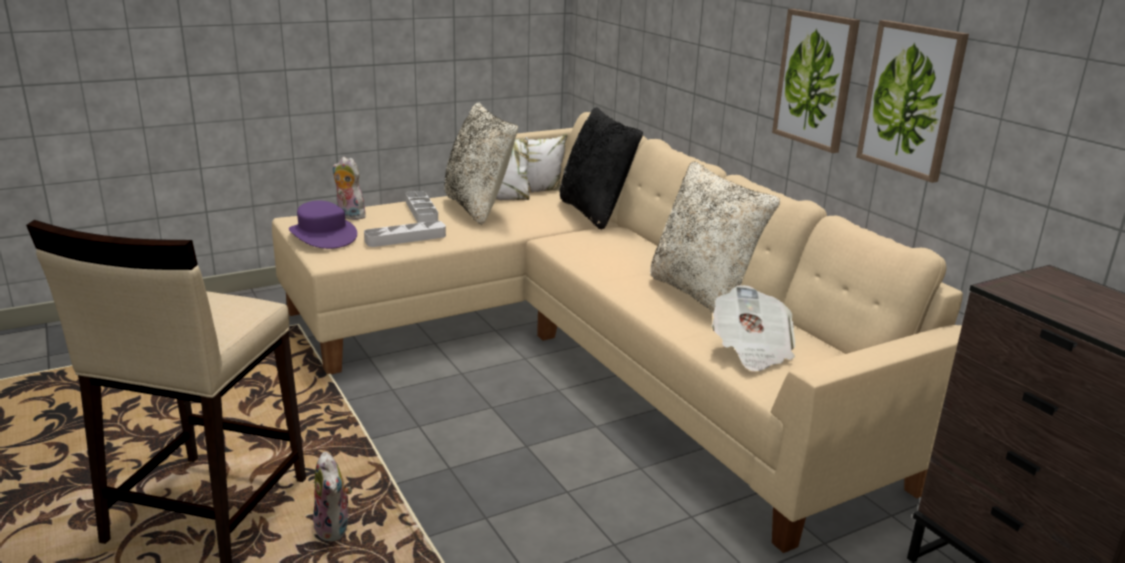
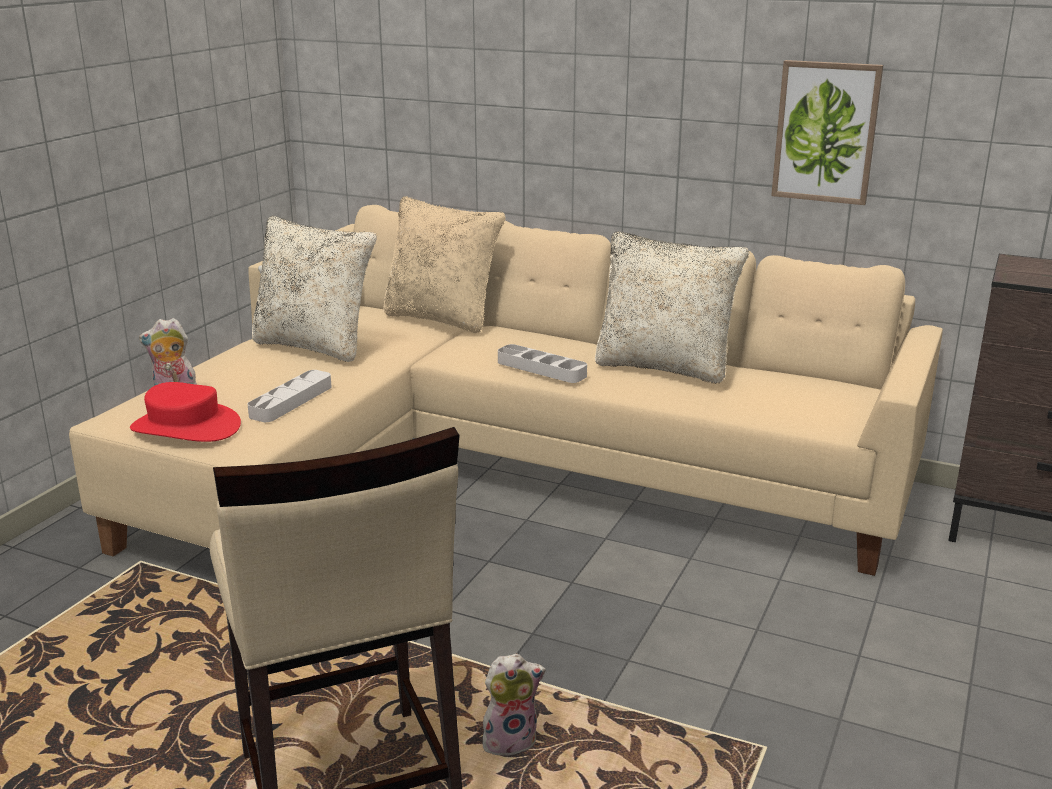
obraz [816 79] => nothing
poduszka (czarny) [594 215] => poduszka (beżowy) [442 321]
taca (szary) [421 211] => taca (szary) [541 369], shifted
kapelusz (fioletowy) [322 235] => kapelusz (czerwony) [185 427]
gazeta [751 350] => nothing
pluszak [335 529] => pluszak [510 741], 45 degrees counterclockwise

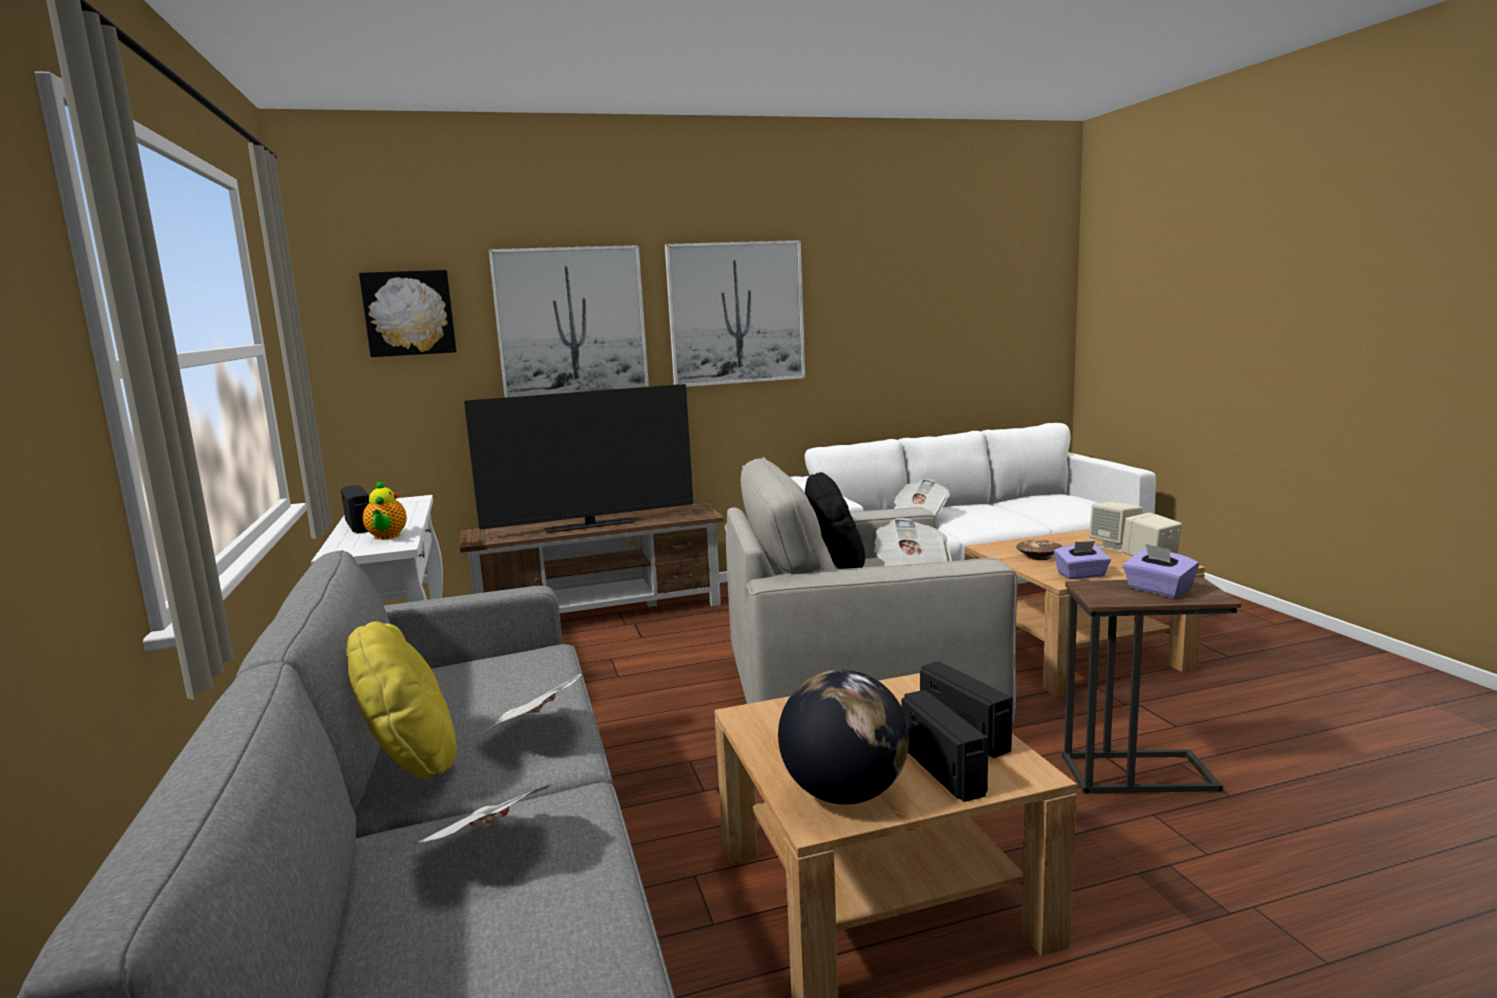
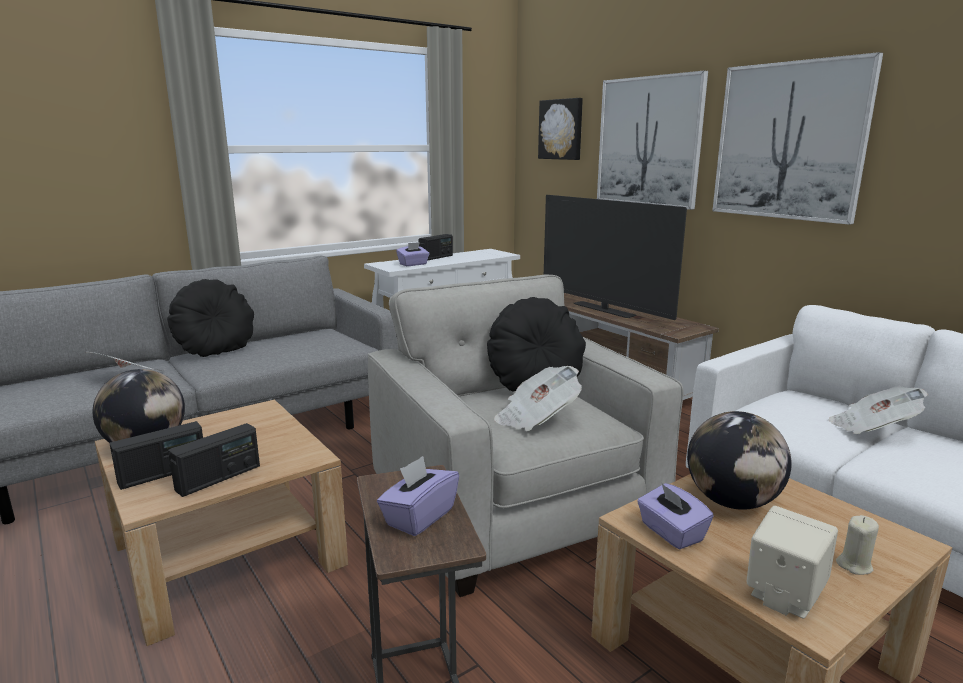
imbryk [386 537] => pudełko chusteczek (fioletowy) [413 264]
głośnik (beżowy) [1115 547] => świeca (beżowy) [854 565]
miska (brązowy) [1039 556] => globus [732 502]
poduszka (żółty) [412 766] => poduszka (czarny) [216 352]
gazeta [534 732] => nothing

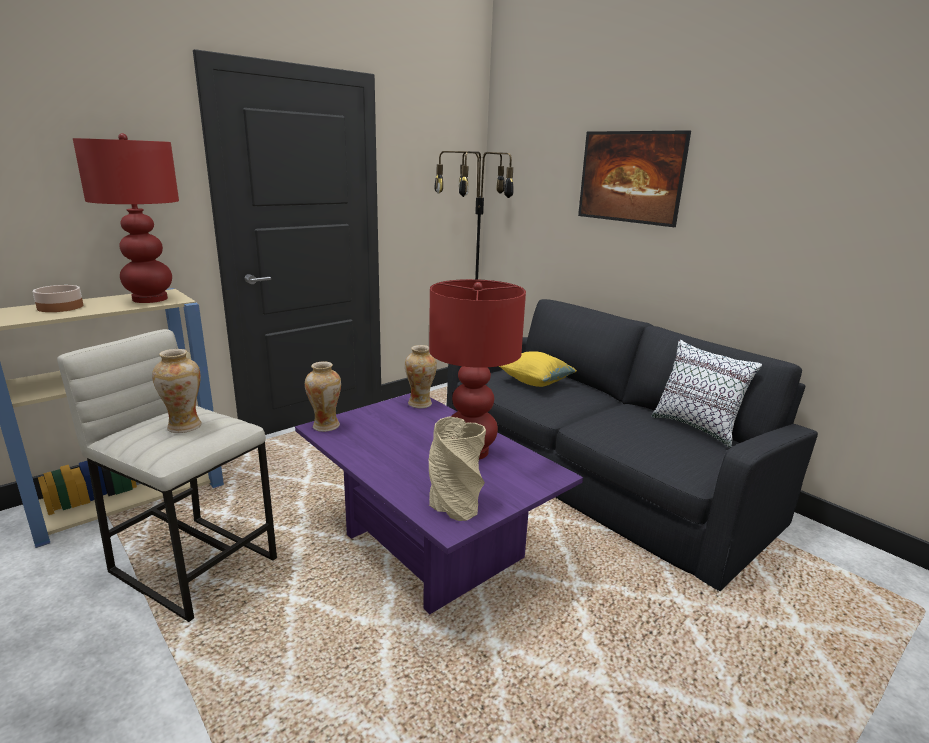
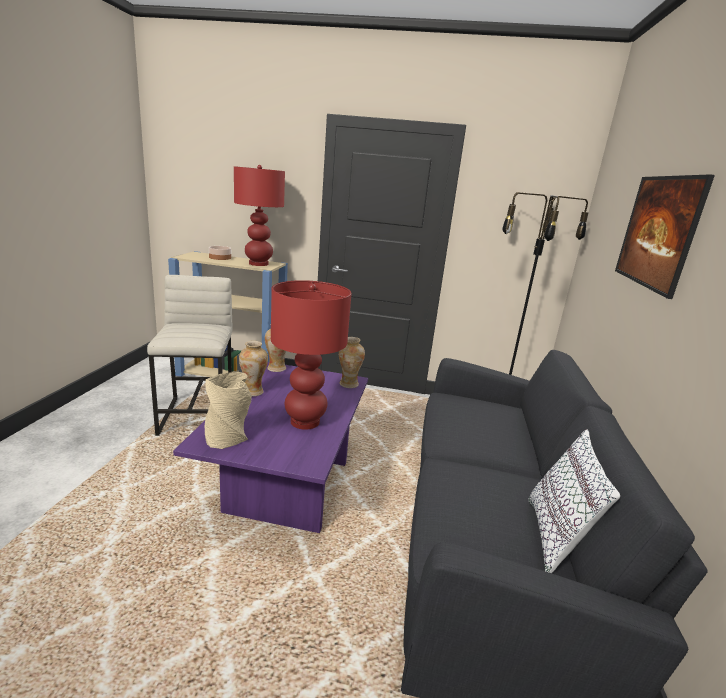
wazon [184 426] => wazon [253 392], shifted
poduszka (żółty) [535 382] => nothing

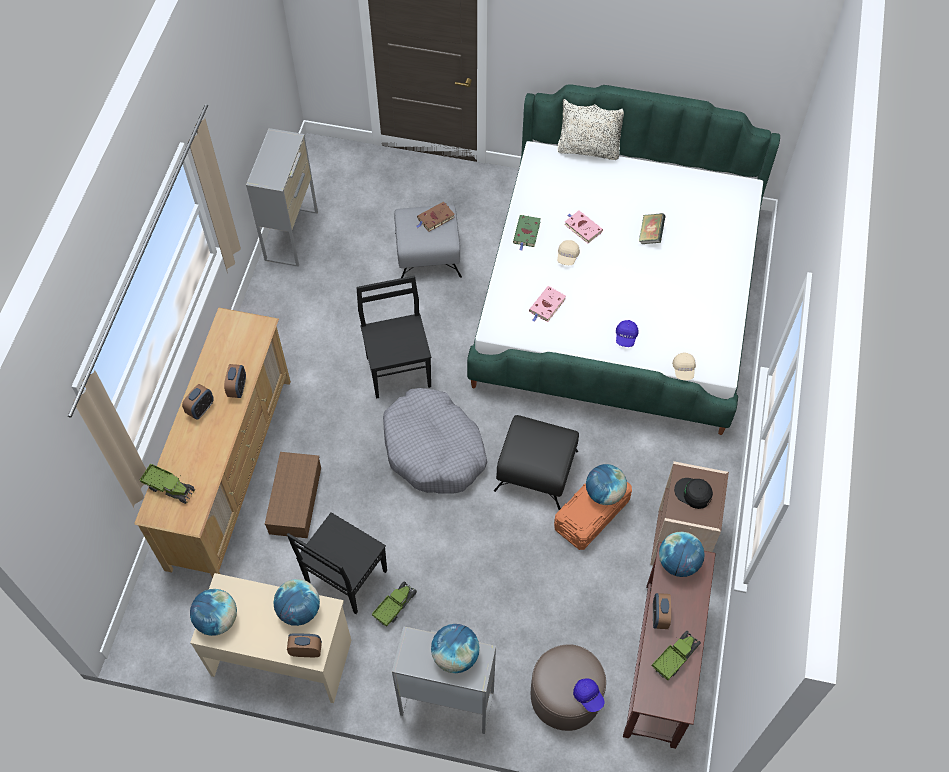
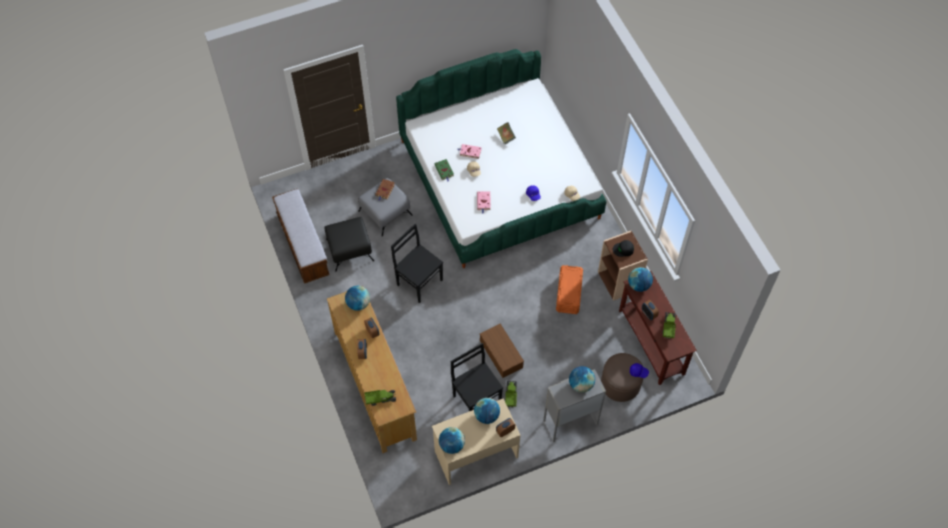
poduszka (beżowy) [589 150] => nothing
szafka (szary) [293 235] => ławka [303 245]
legowisko (szary) [434 449] => nothing
pufa (czarny) [535 470] => pufa (czarny) [349 249], shifted
pojemnik do przechowywania (brązowy) [294 499] => pojemnik do przechowywania (brązowy) [500 353], shifted
globus [604 493] => globus [358 304], shifted
krzesło (czarny) [345 578] => krzesło (czarny) [476 398], 150 degrees clockwise

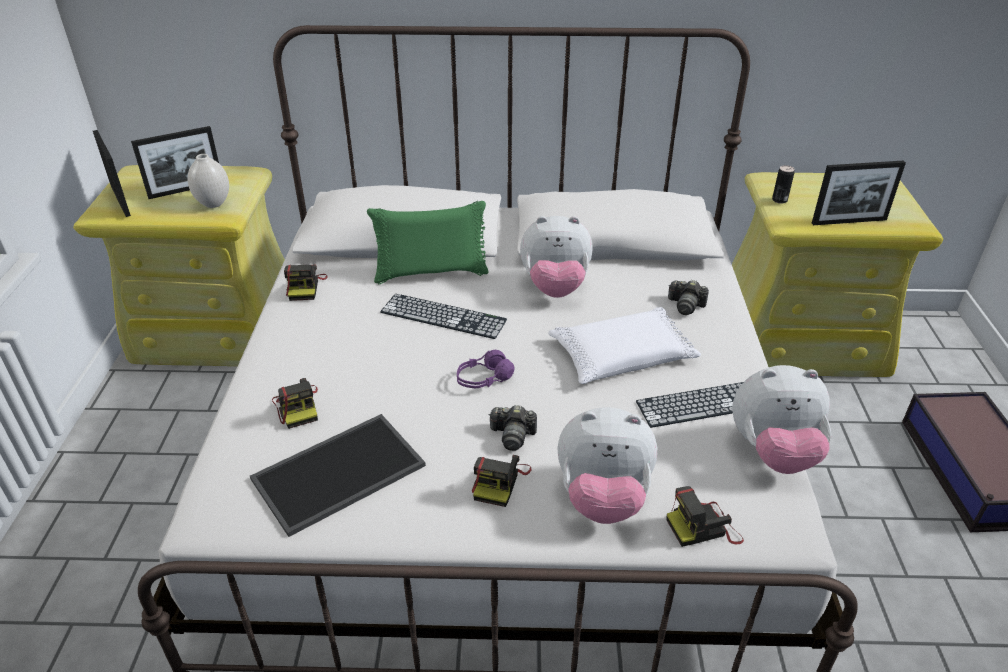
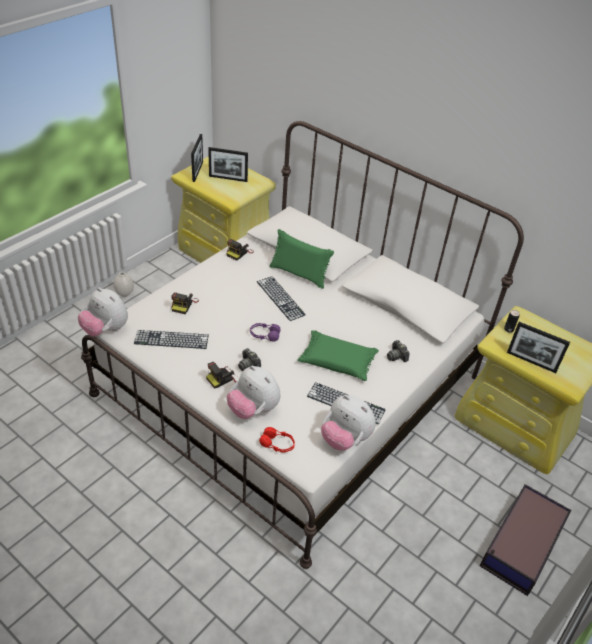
wazon (biały) [213 203] => wazon (biały) [125 294], shifted
pluszak [555 288] => pluszak [106 329], shifted
poduszka (biały) [622 352] => poduszka (zielony) [337 359]
taca [338 474] => klawiatura [171 339]
aparat fotograficzny [704 527] => słuchawki (czerwony) [277 444]

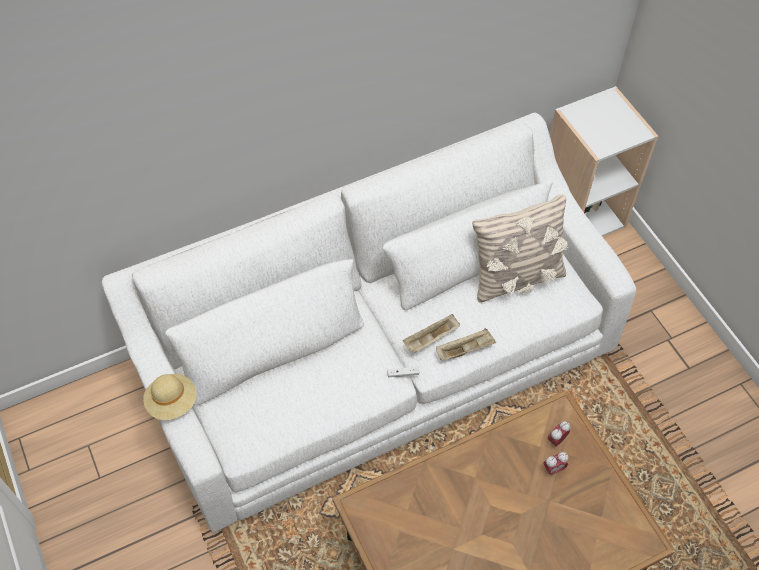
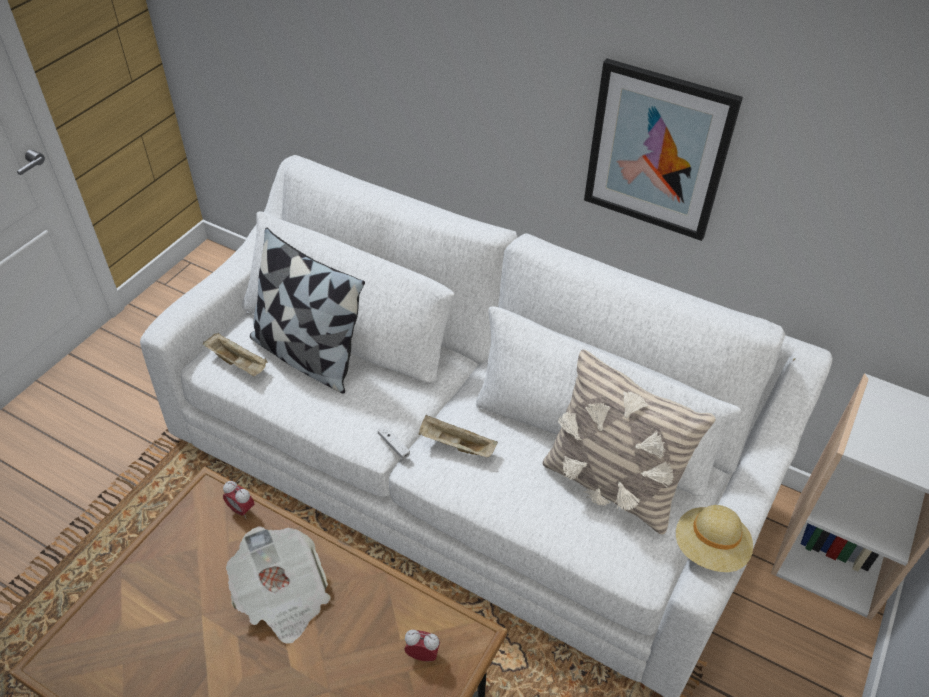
taca (beżowy) [465 349] => taca (beżowy) [238 363], shifted
kapelusz (beżowy) [172 402] => kapelusz (beżowy) [710 549], shifted
budzik [553 469] => budzik [241 509], shifted
nothing => obraz [657 151]
nothing => poduszka [307 355]
nothing => gazeta [282 596]

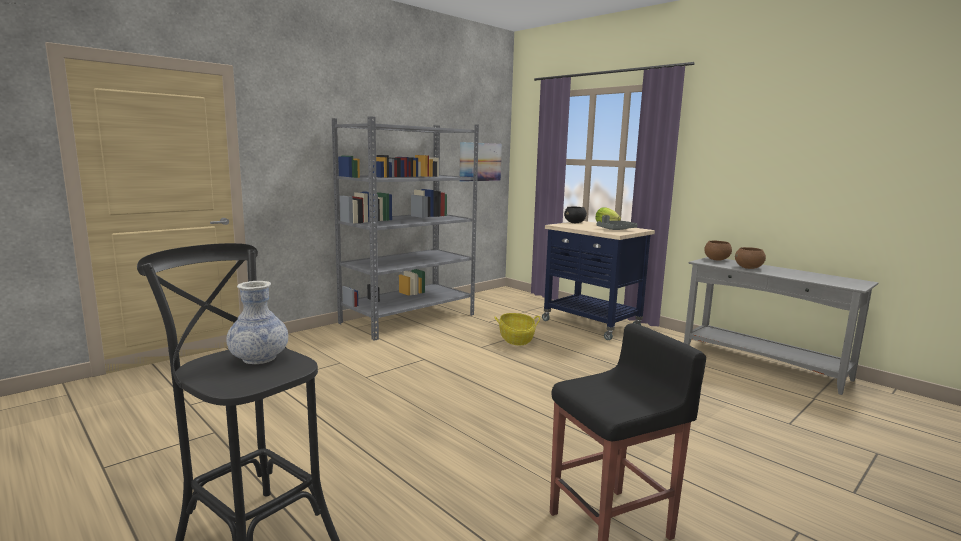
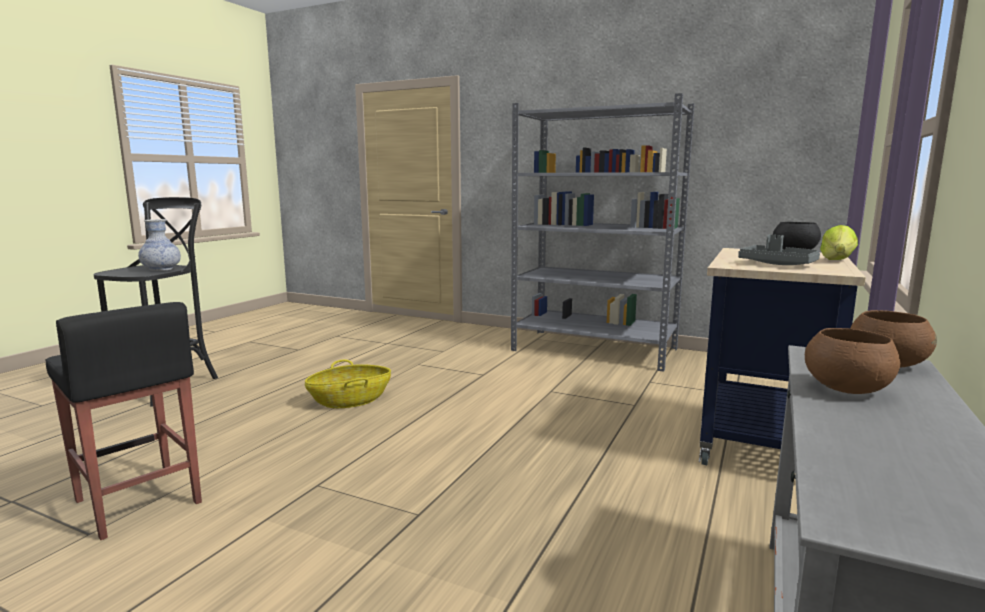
obraz [480 162] => nothing
koszyk [516 339] => koszyk [350 400], shifted

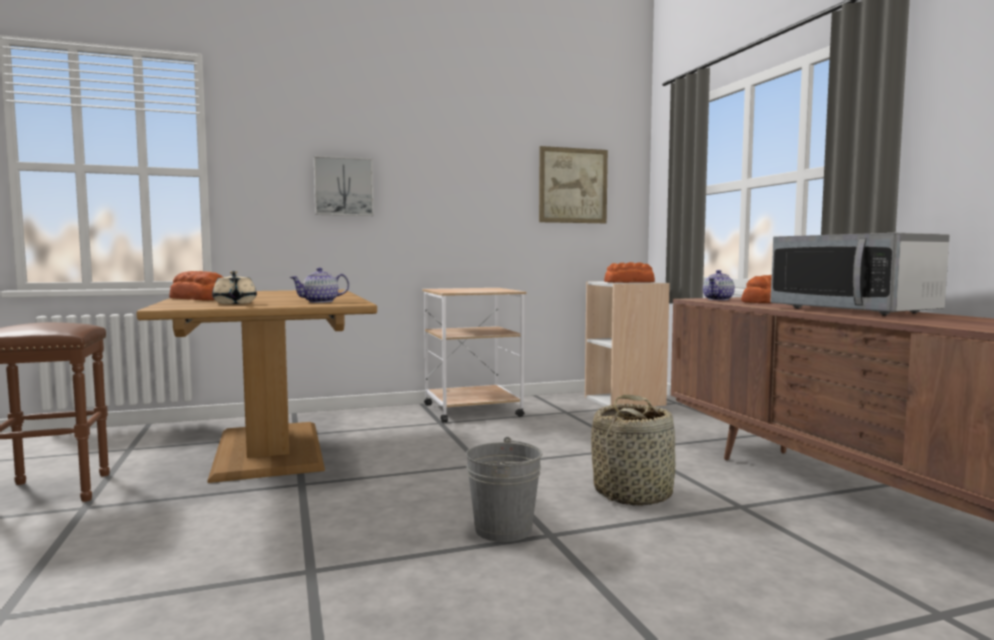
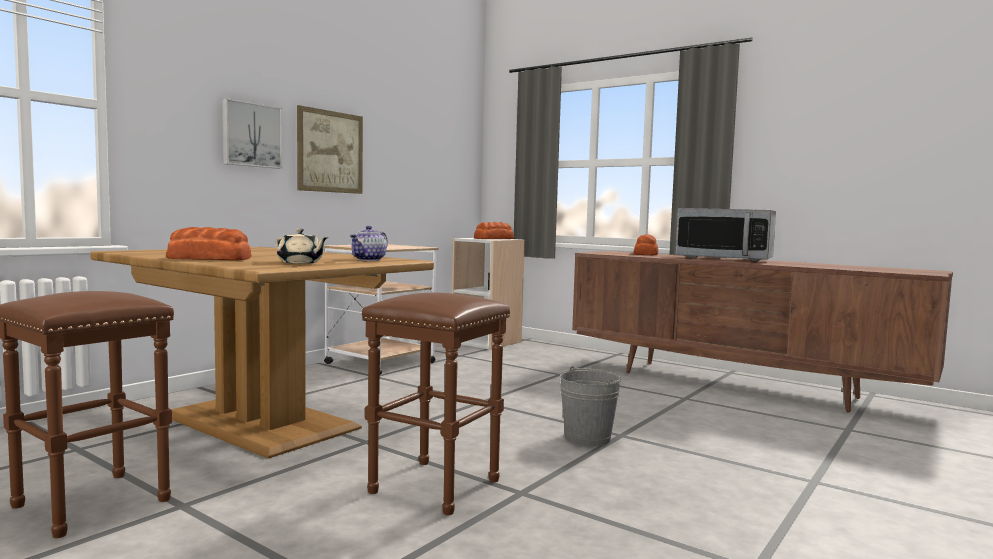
obraz [573 185] => obraz [330 152], shifted
imbryk [718 299] => nothing
koszyk [633 493] => nothing
nothing => stołek (brązowy) [435 487]

